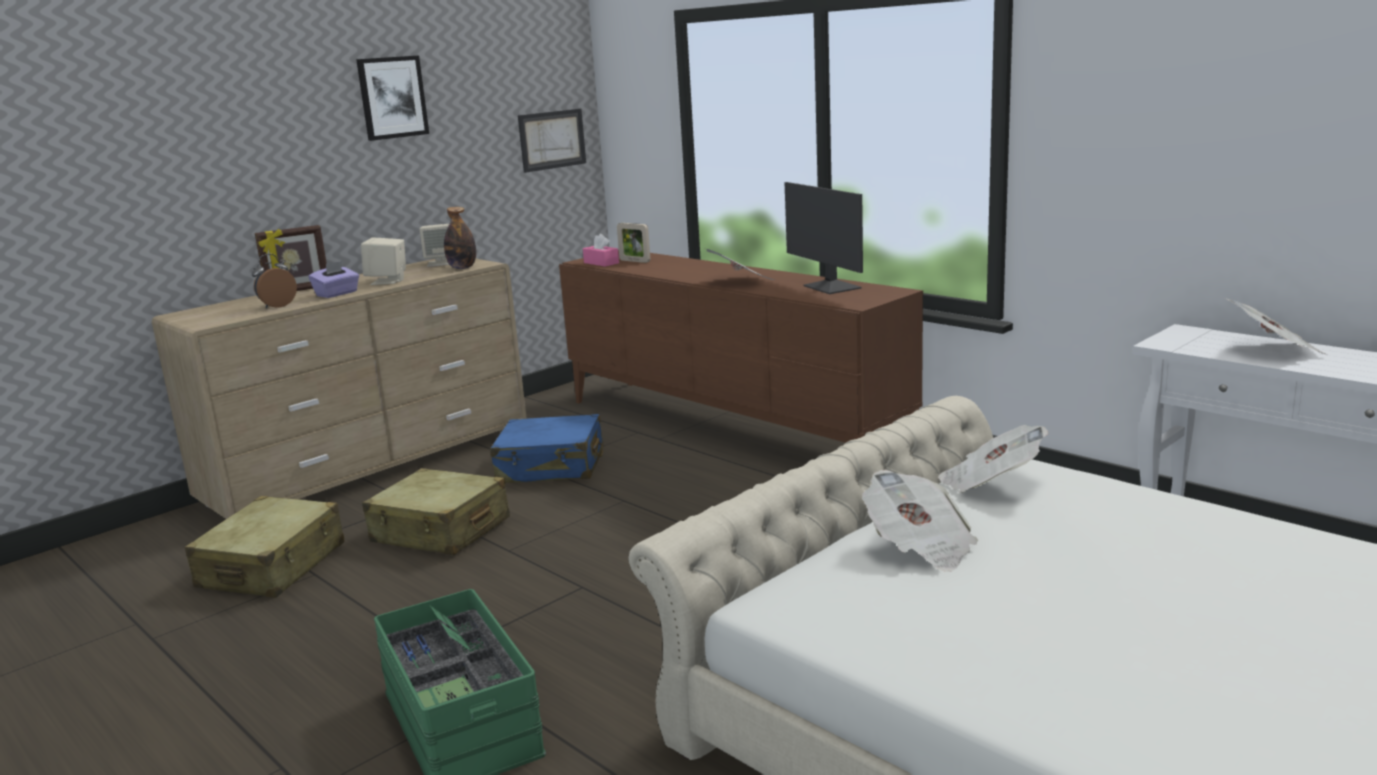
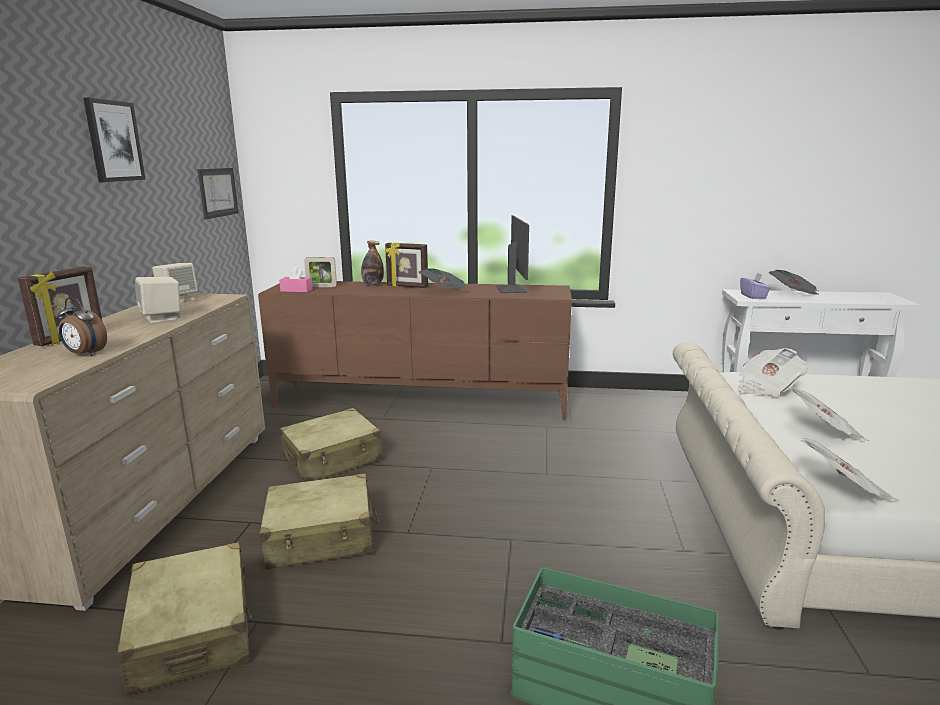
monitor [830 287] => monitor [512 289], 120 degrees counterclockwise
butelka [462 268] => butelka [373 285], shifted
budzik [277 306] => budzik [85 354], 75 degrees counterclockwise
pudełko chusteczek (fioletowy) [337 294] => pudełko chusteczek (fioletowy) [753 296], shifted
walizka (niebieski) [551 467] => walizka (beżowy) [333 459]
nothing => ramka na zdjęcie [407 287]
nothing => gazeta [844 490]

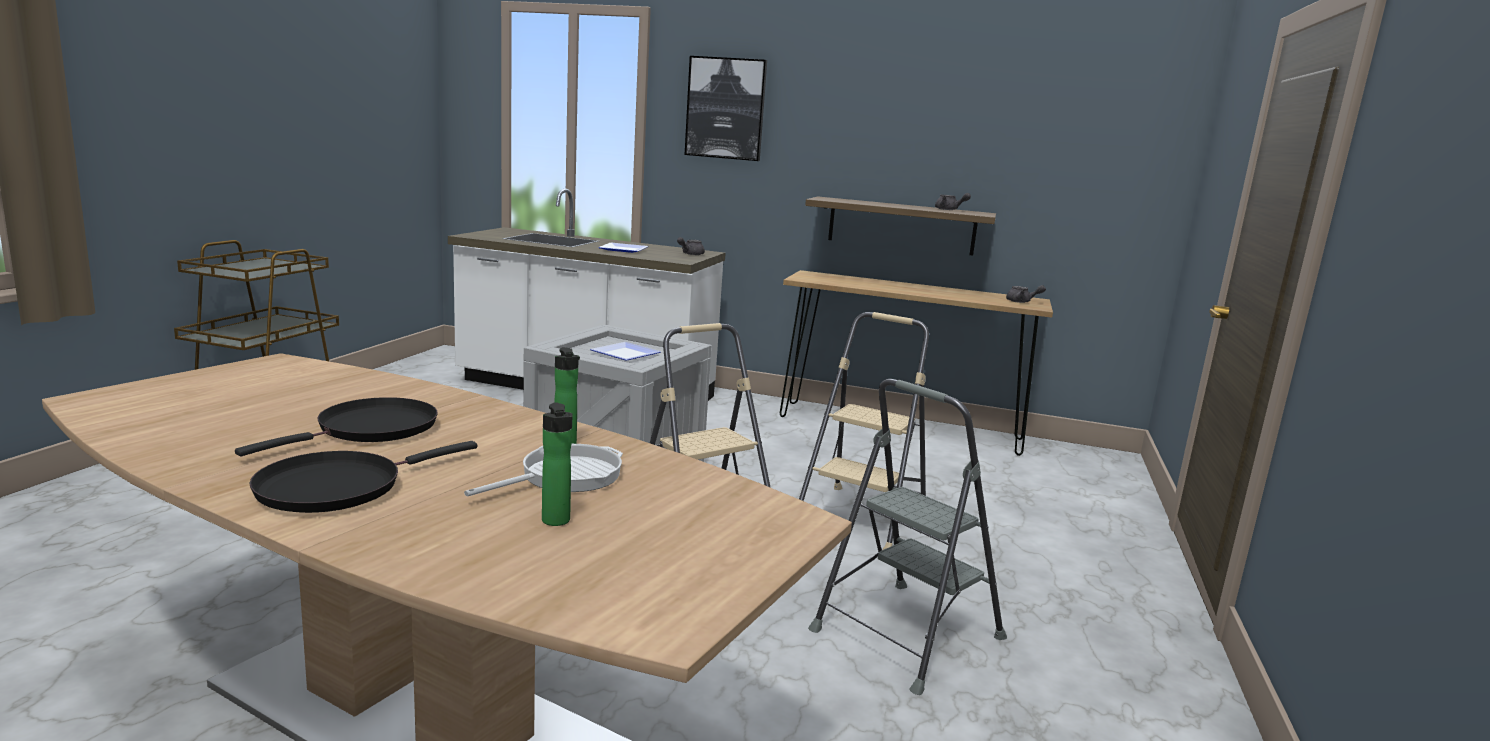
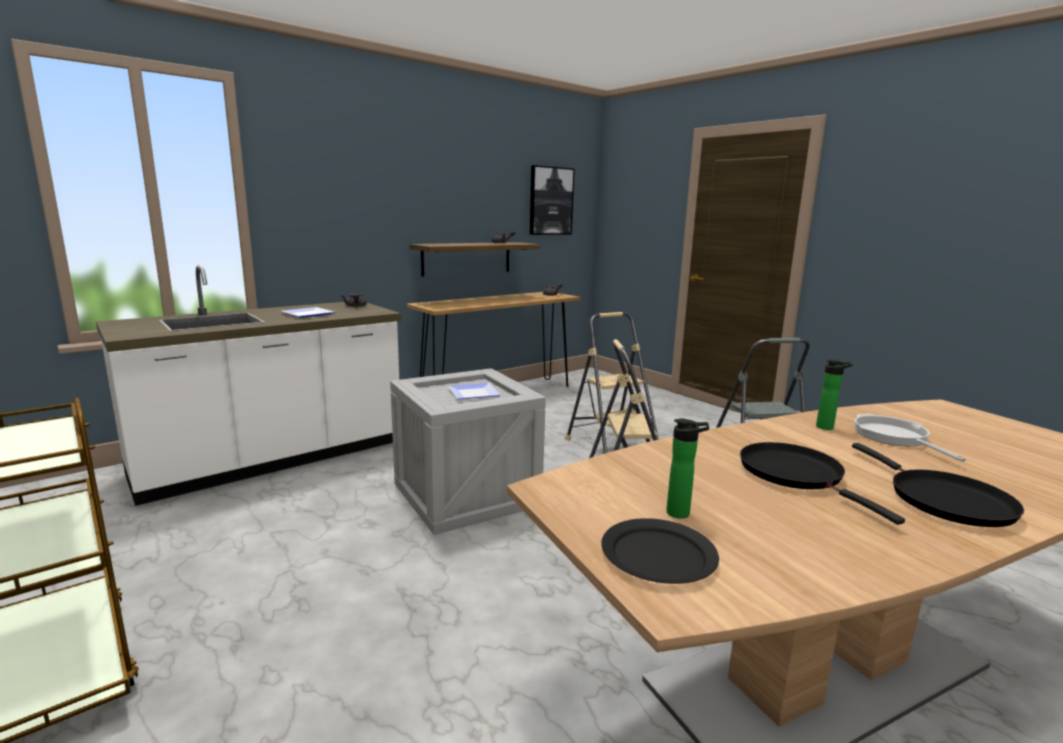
obraz [725 108] => obraz [550 201], shifted
butelka [557 522] => butelka [681 513], shifted
nothing => talerz (czarny) [657 555]

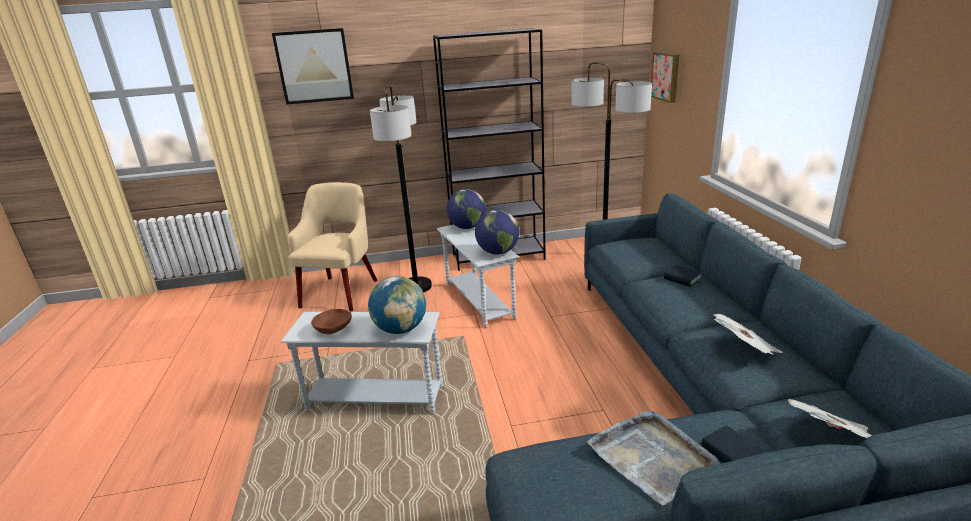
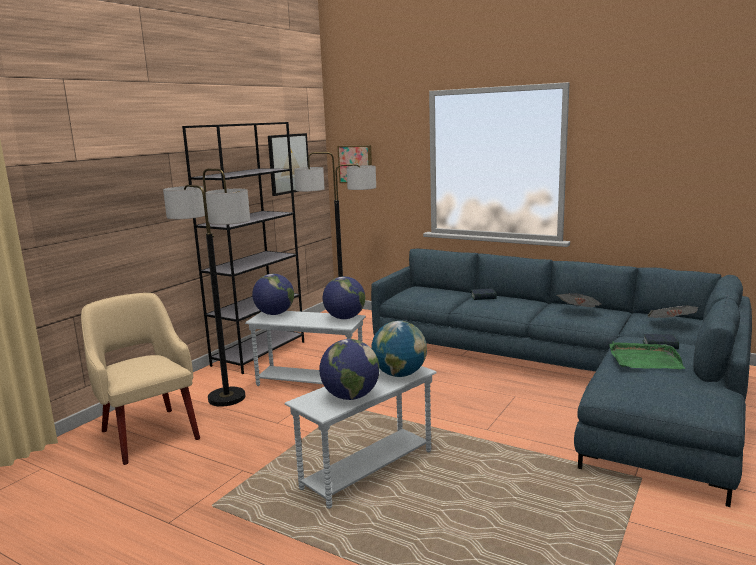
obraz [314 66] => obraz [288 163], shifted
miska (brązowy) [334 330] => globus [350 396]
taca (szary) [652 458] => taca (zielony) [644 359]

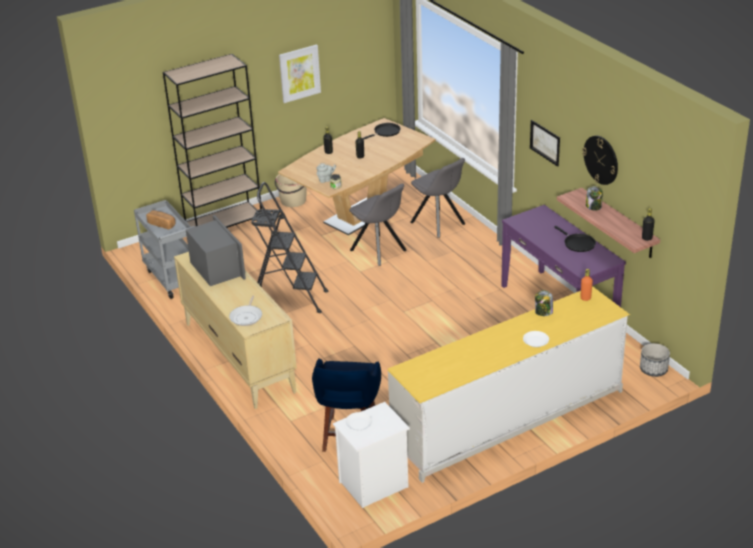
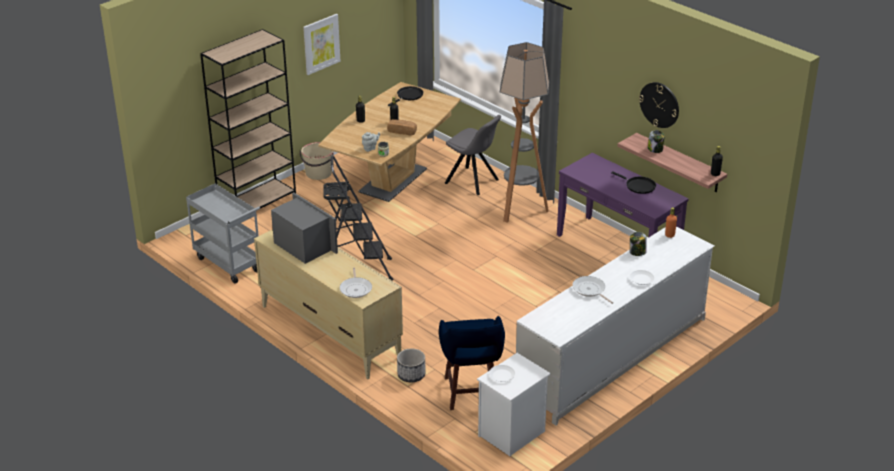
obraz [545 142] => nothing
krzesło (szary) [379 250] => nothing
chleb [162 224] => chleb [402 131], shifted
szafka (żółty) [509 419] => szafka (biały) [613 357]
donica [653 369] => donica [411 375], shifted
nothing => lampa stojąca [520 209]
nothing => patelnia [590 290]

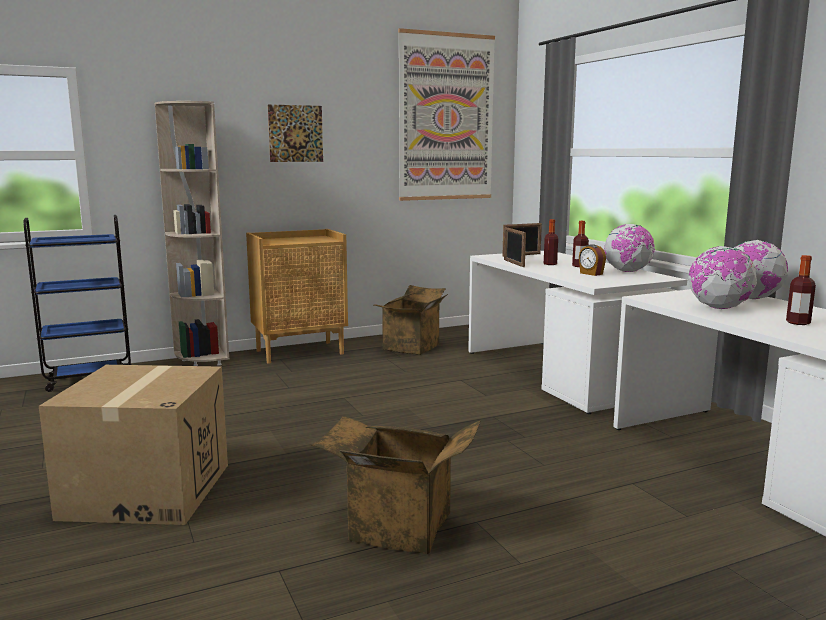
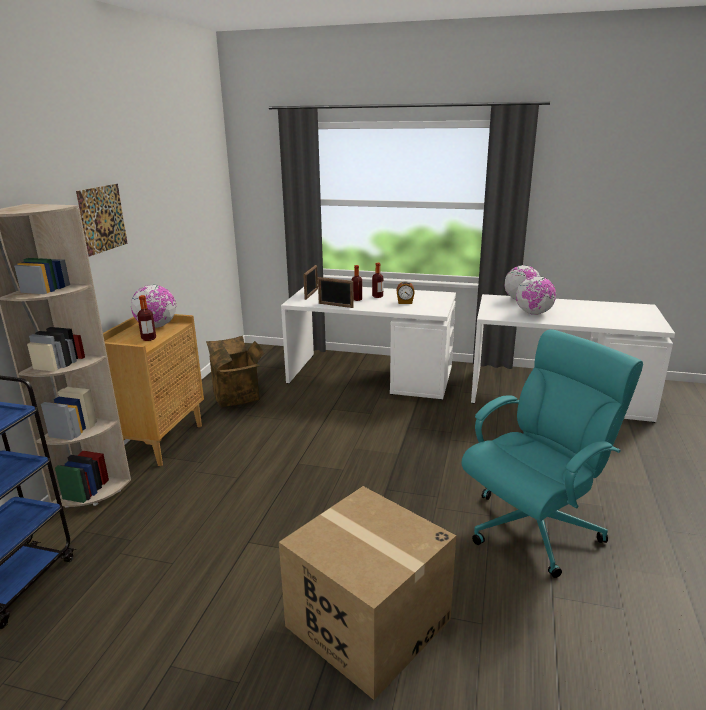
obraz [446 117] => nothing
globus [627 271] => globus [157 326], shifted
butelka [798 323] => butelka [149 338], shifted
karton [397 529] => krzesło biurowe (turkusowy) [533 528]

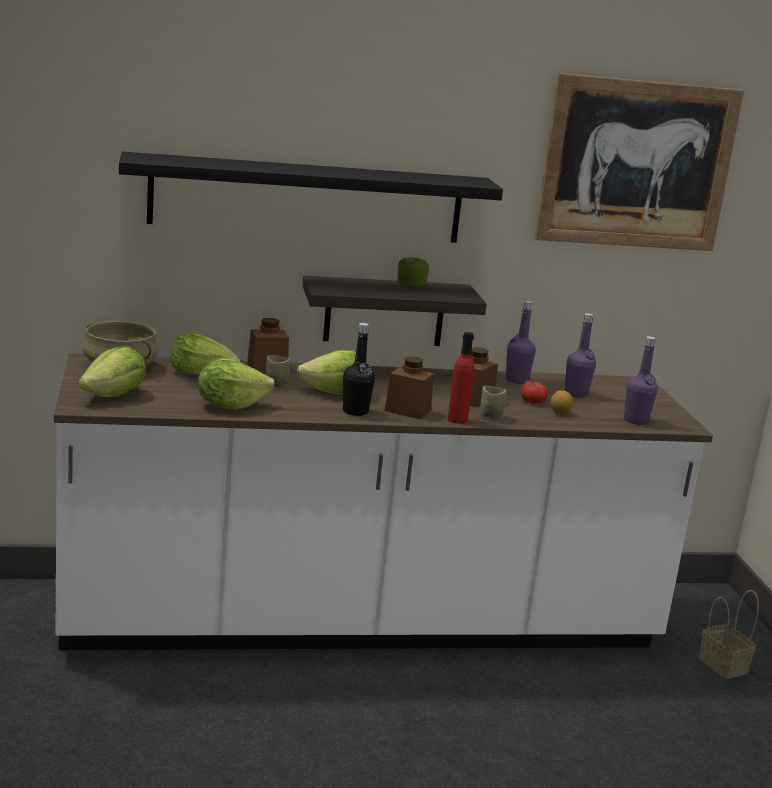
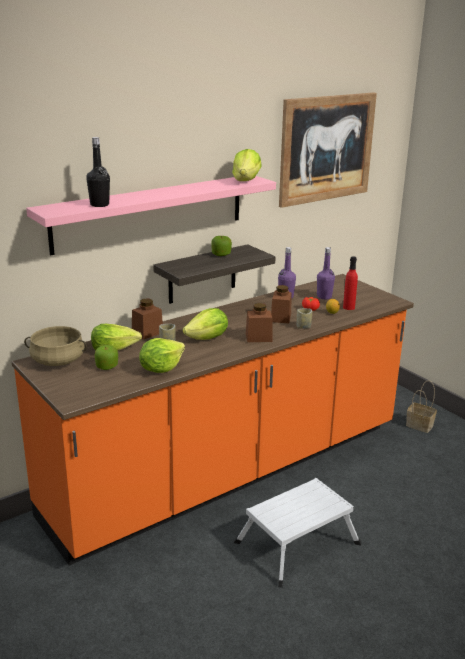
półka (czarny) [307 199] => półka (różowy) [150 213]
butelka (czarny) [355 411] => butelka (czarny) [99 205], shifted
butelka (czerwony) [457 420] => butelka (czerwony) [348 307], shifted
butelka (fioletowy) [636 420] => nothing
sałata [114 396] => sałata [246 180], shifted
zabudowa kuchenna (biały) [361 624] => zabudowa kuchenna (pomarańczowy) [229 472]
nothing => jabłko [107 366]
nothing => drabinka (biały) [298 542]

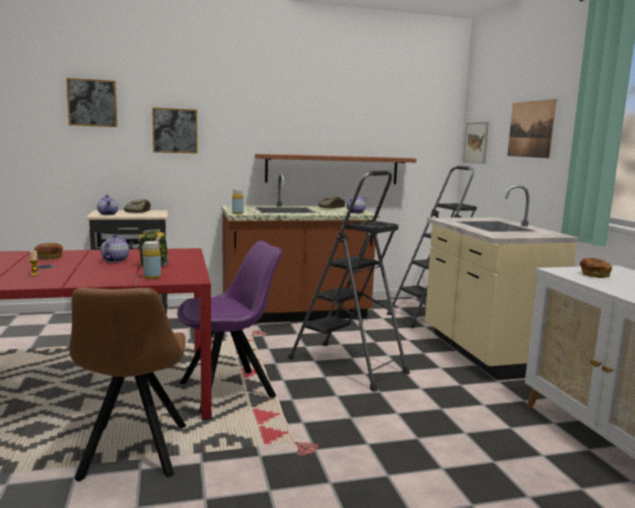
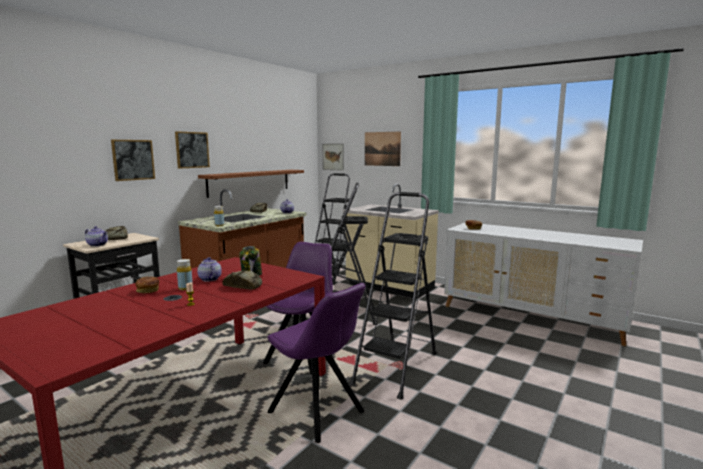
obraz [92 103] => obraz [192 150], shifted
butelka (żółty) [152 277] => butelka (żółty) [185 288], shifted
krzesło (brązowy) [133 451] => krzesło (fioletowy) [317 411]
nothing => drabinka [397 366]
nothing => chleb [244 285]

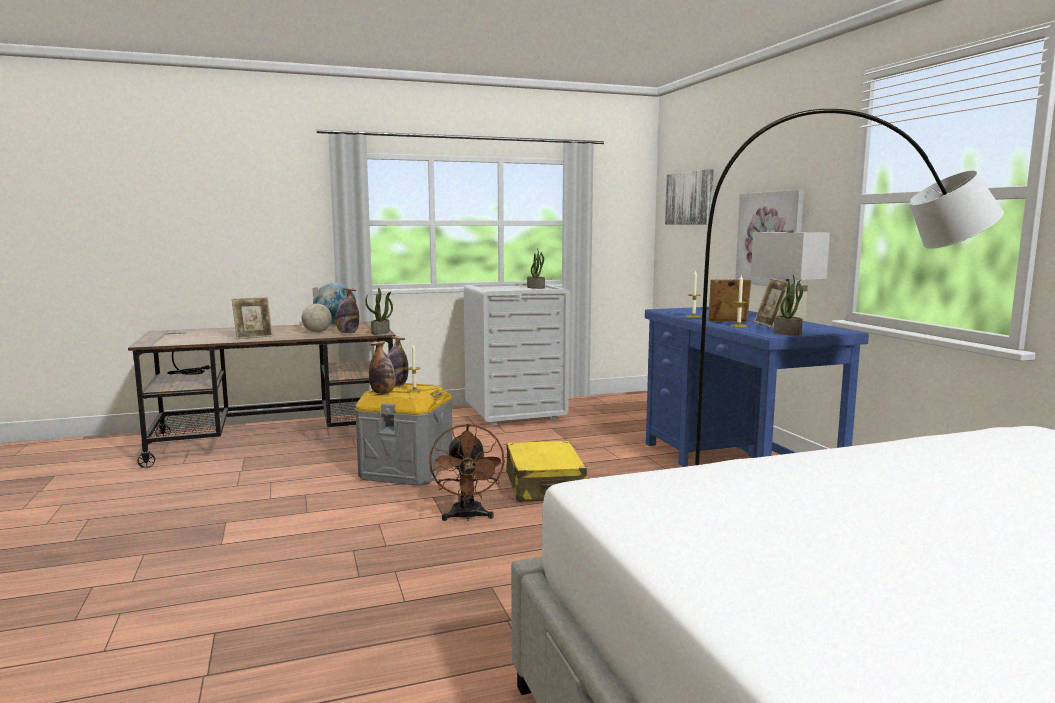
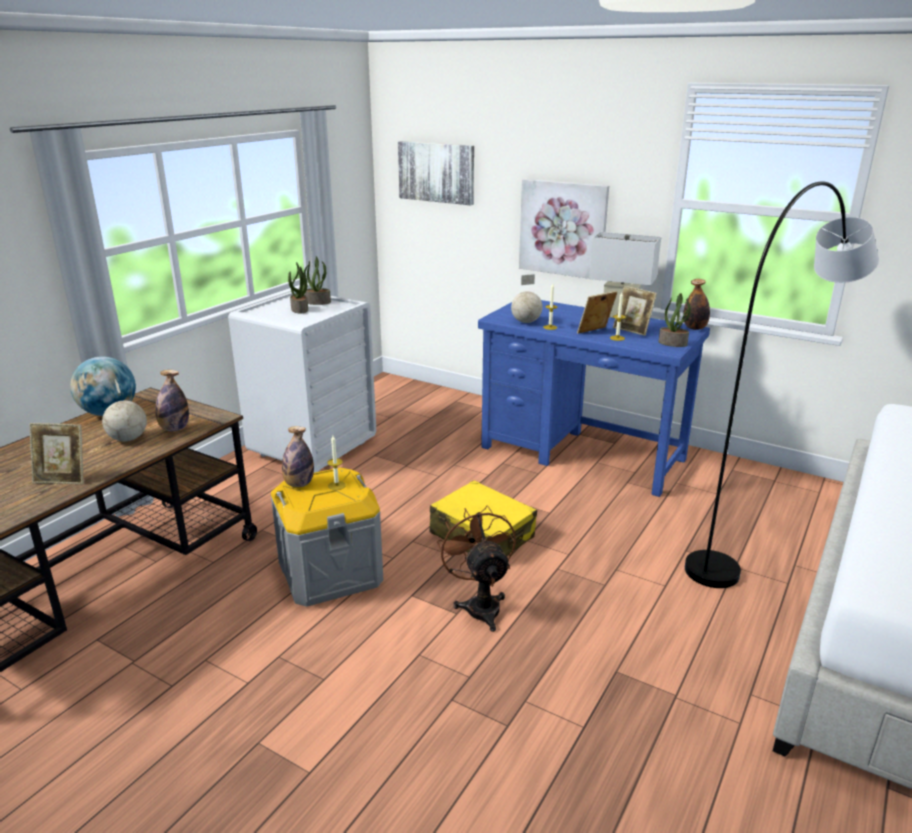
roślina doniczkowa [380 332] => roślina doniczkowa [300 309], shifted
ramka na zdjęcie [253 337] => ramka na zdjęcie [63 479], 75 degrees clockwise
butelka [383 392] => butelka [694 328], shifted
wentylator (brązowy) [467 517] => wentylator (brązowy) [480 605], 150 degrees counterclockwise
nothing => globus [526 322]

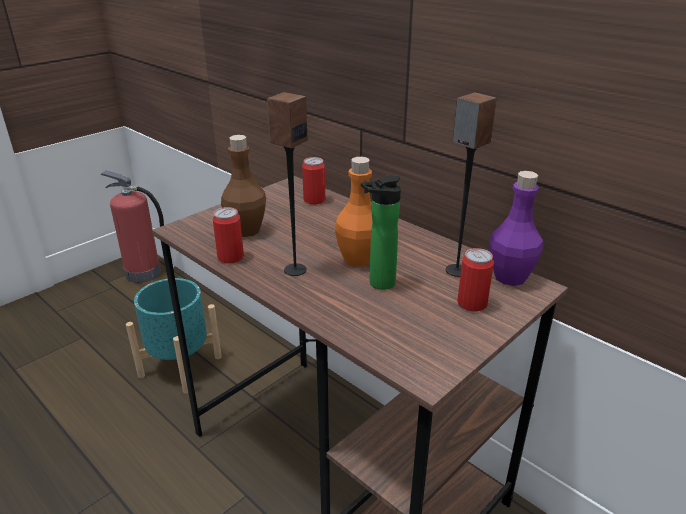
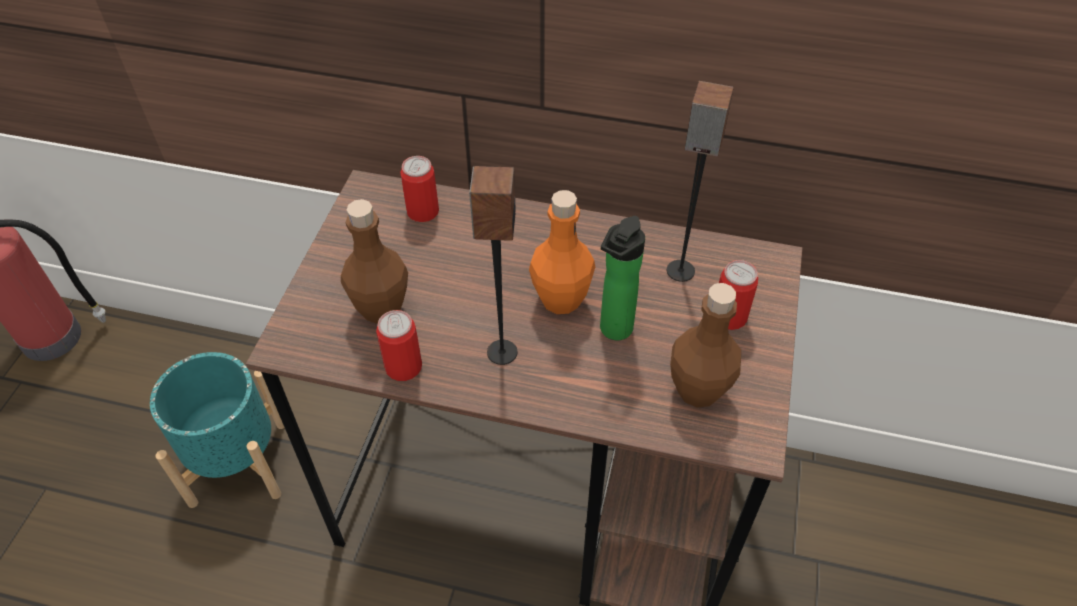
butelka (fioletowy) [510 277] => nothing
nothing => butelka (brązowy) [698 390]

